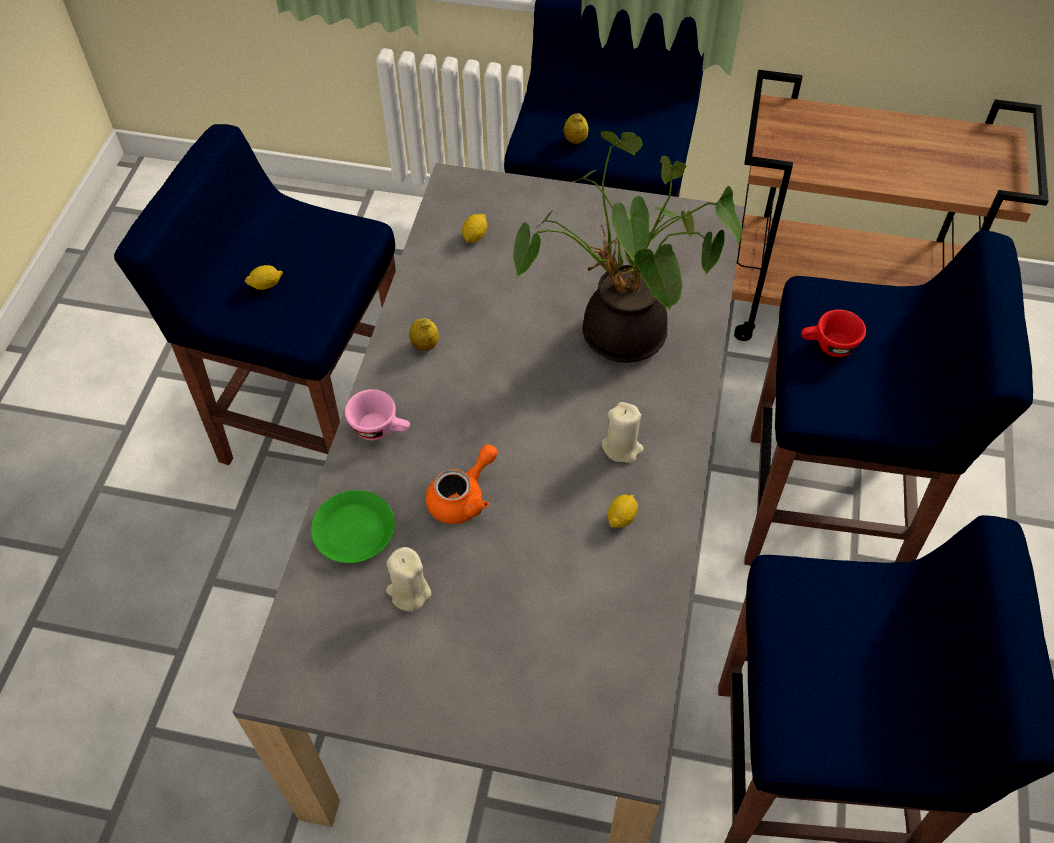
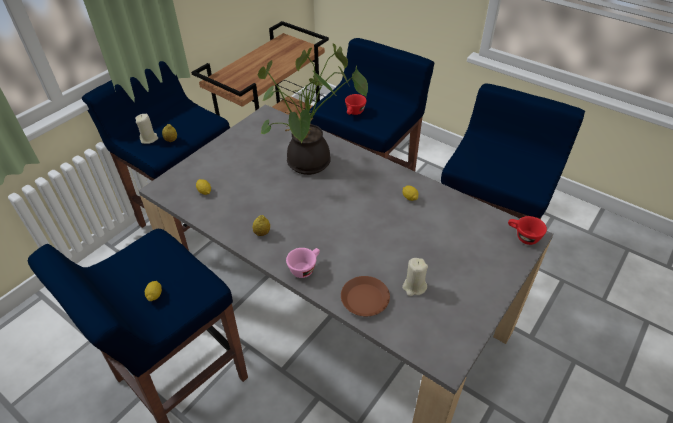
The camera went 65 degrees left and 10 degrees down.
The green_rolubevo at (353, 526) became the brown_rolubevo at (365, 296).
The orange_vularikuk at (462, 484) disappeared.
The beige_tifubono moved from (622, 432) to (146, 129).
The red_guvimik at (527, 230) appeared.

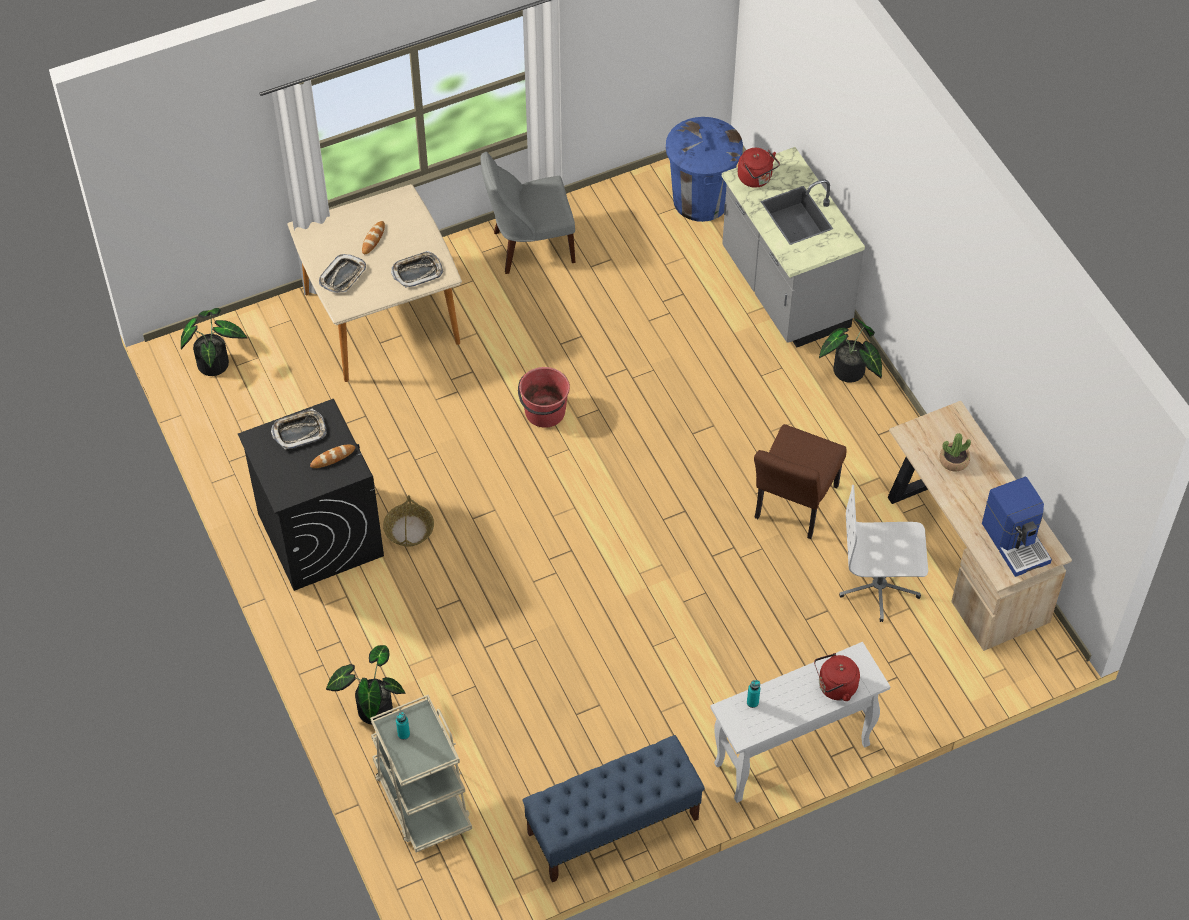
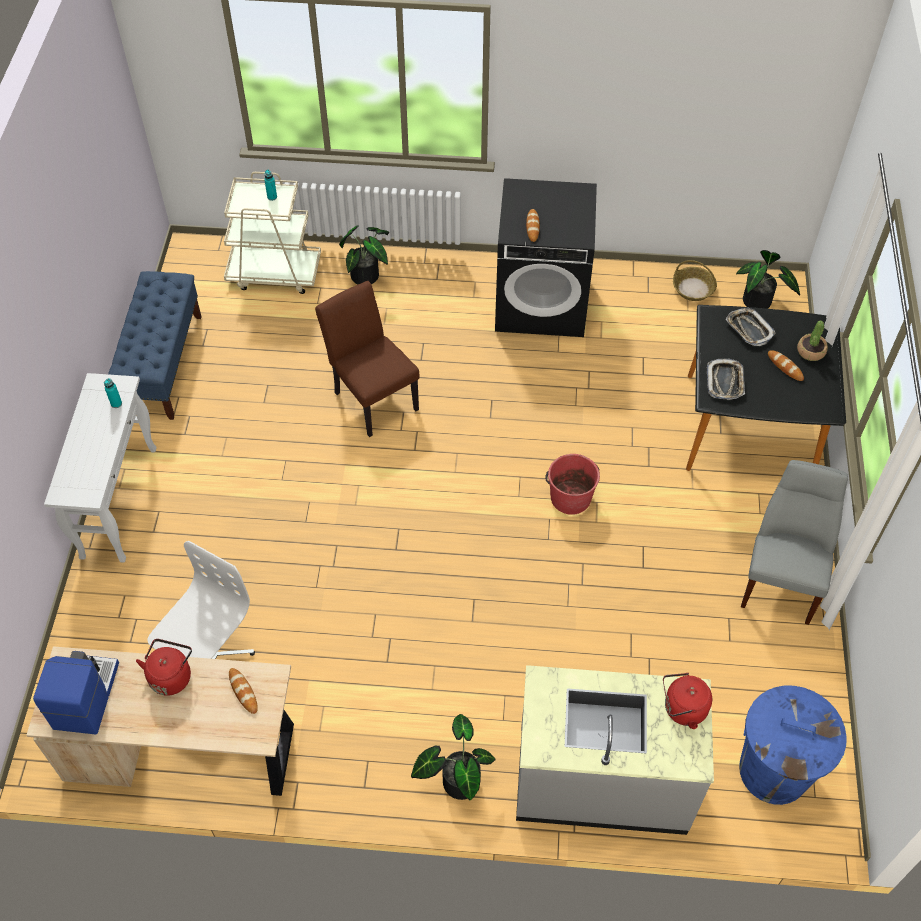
The camera went 120 degrees right and 0 degrees up.
The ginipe at (299, 429) disappeared.
The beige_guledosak at (374, 283) became the black_guledosak at (766, 388).
The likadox moved from (408, 521) to (695, 280).
The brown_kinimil moved from (800, 481) to (367, 359).
The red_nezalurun moved from (837, 677) to (164, 667).
The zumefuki moved from (955, 452) to (812, 340).
The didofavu at (1017, 527) turned 90 degrees clockwise.
The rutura at (243, 691) appeared.

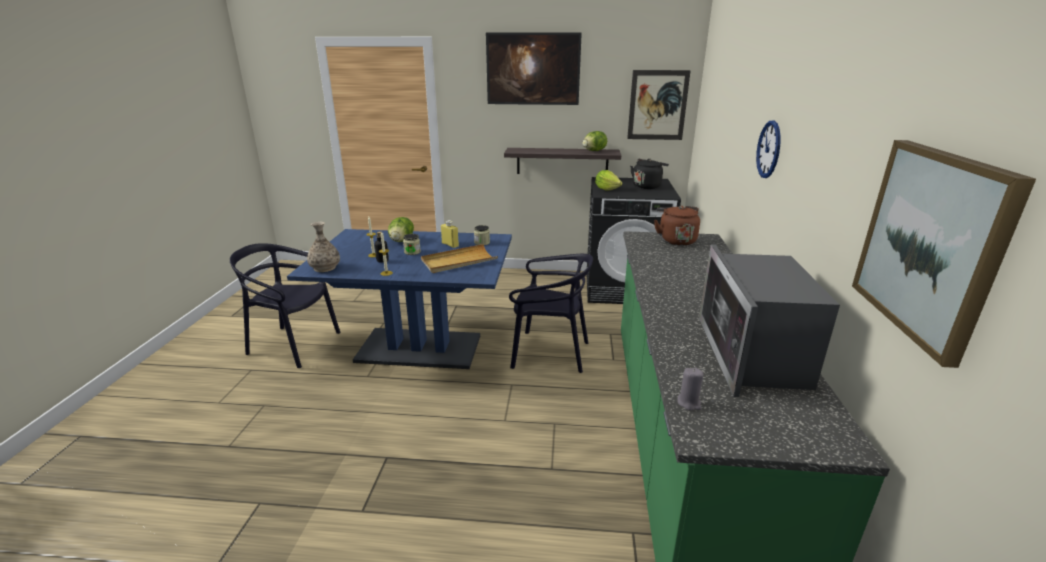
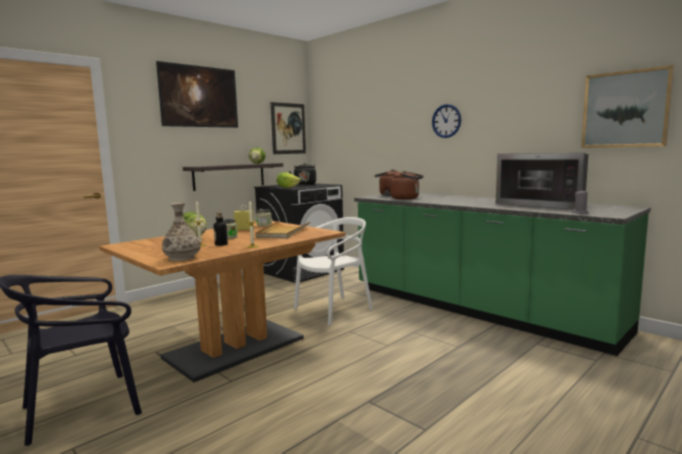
The camera went 50 degrees left and 15 degrees down.
The blue_guledosak at (399, 299) became the brown_guledosak at (222, 301).
The black_kinimil at (551, 313) became the white_kinimil at (333, 271).
The brown_nezalurun at (407, 185) appeared.

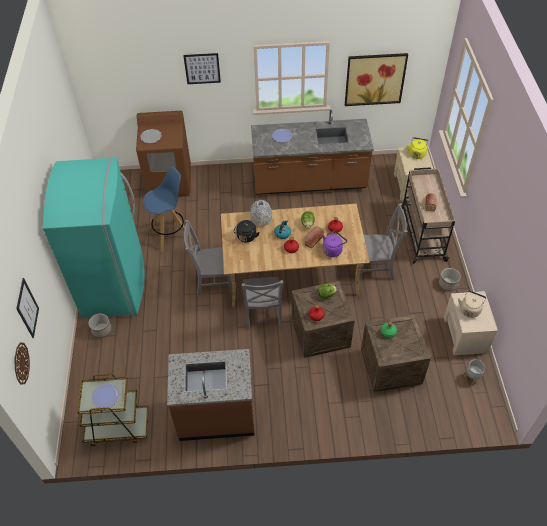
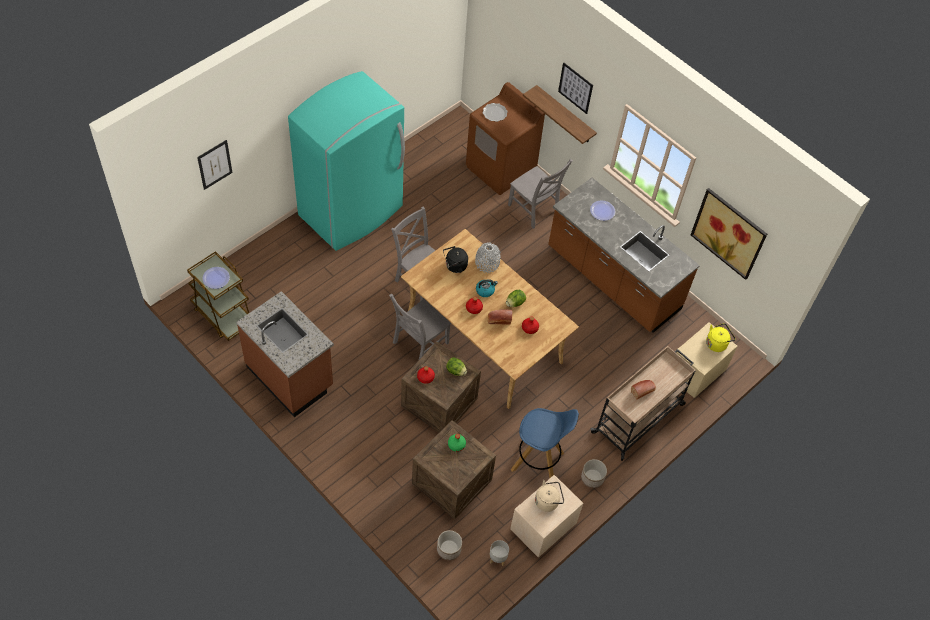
The camera went 45 degrees right and 5 degrees up.
The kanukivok at (22, 364) disappeared.
The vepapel moved from (100, 326) to (449, 545).
The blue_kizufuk moved from (167, 209) to (545, 443).
The purple_nezalurun at (335, 243) disappeared.
The grey_kinimil moved from (383, 241) to (540, 194).
The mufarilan at (560, 114) appeared.

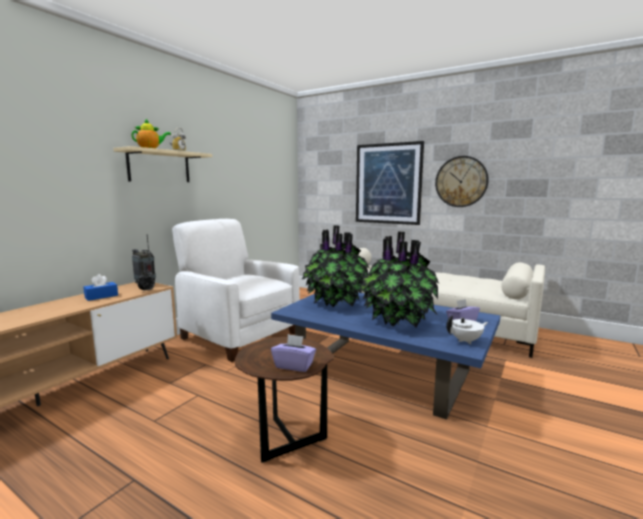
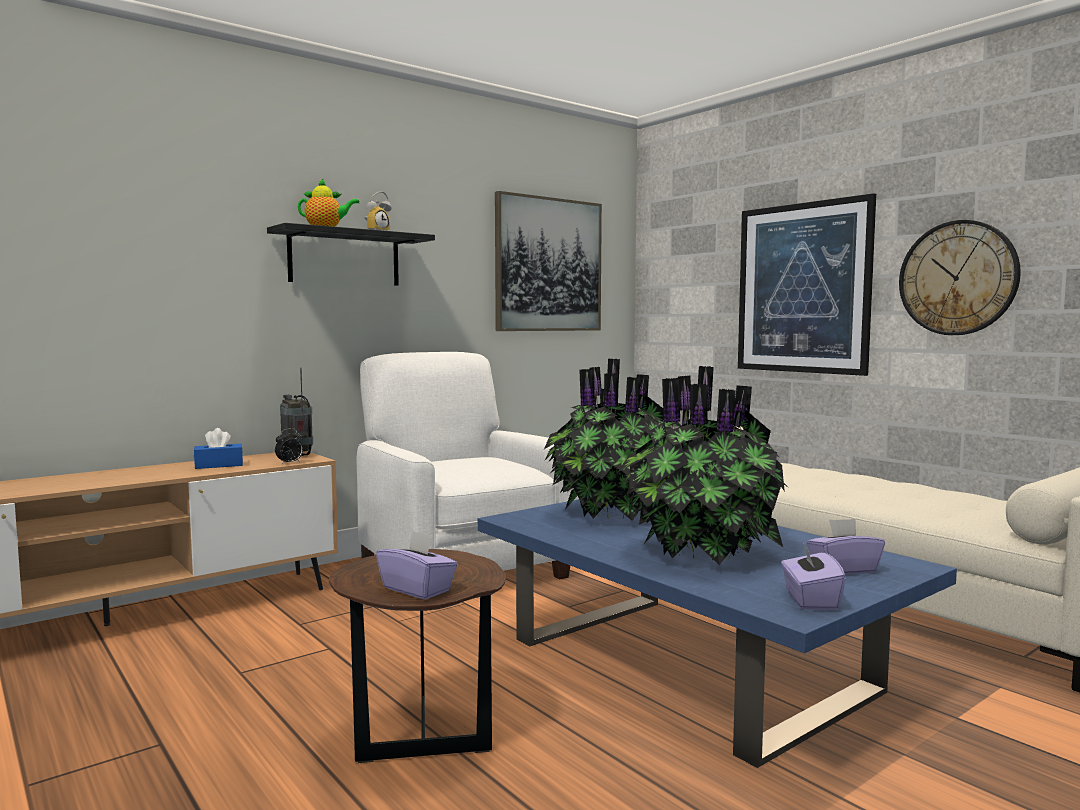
The camera went 20 degrees right and 5 degrees down.
The beige_mufarilan at (162, 164) became the black_mufarilan at (351, 254).
The white_vularikuk at (467, 329) was replaced by the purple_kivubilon at (813, 576).
The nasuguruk at (548, 261) appeared.

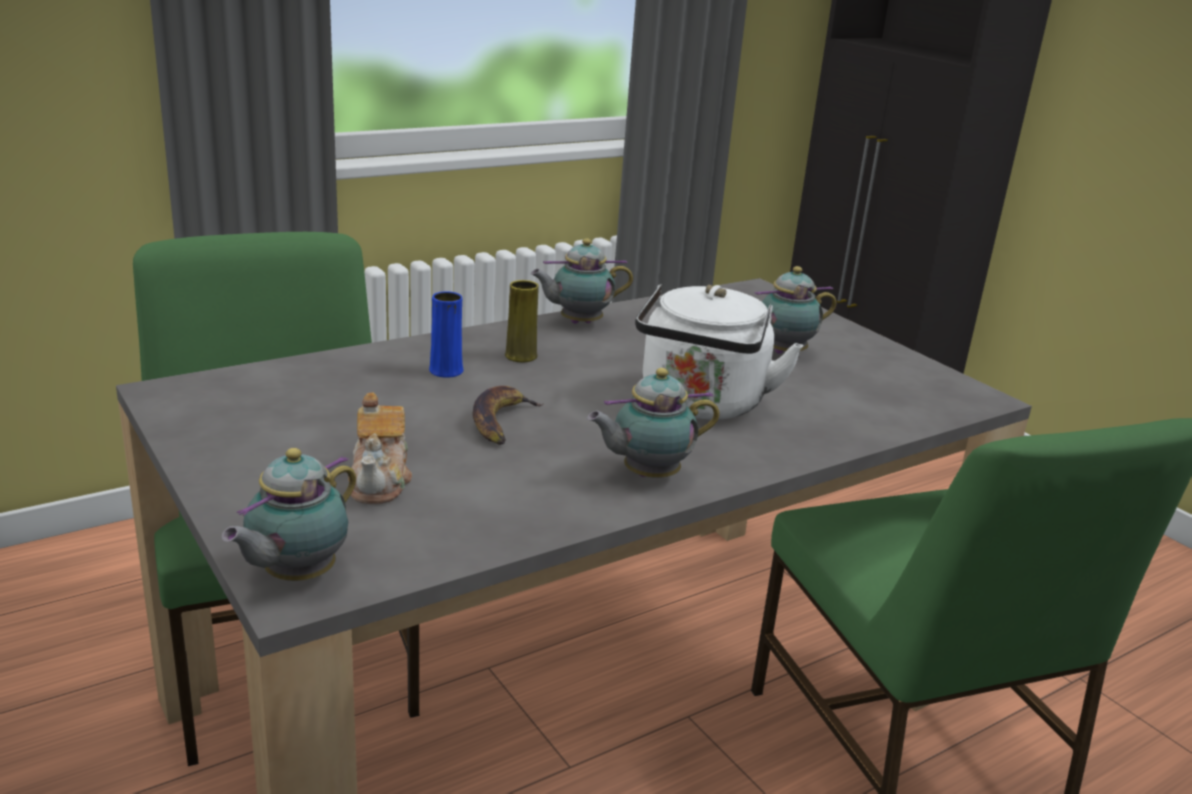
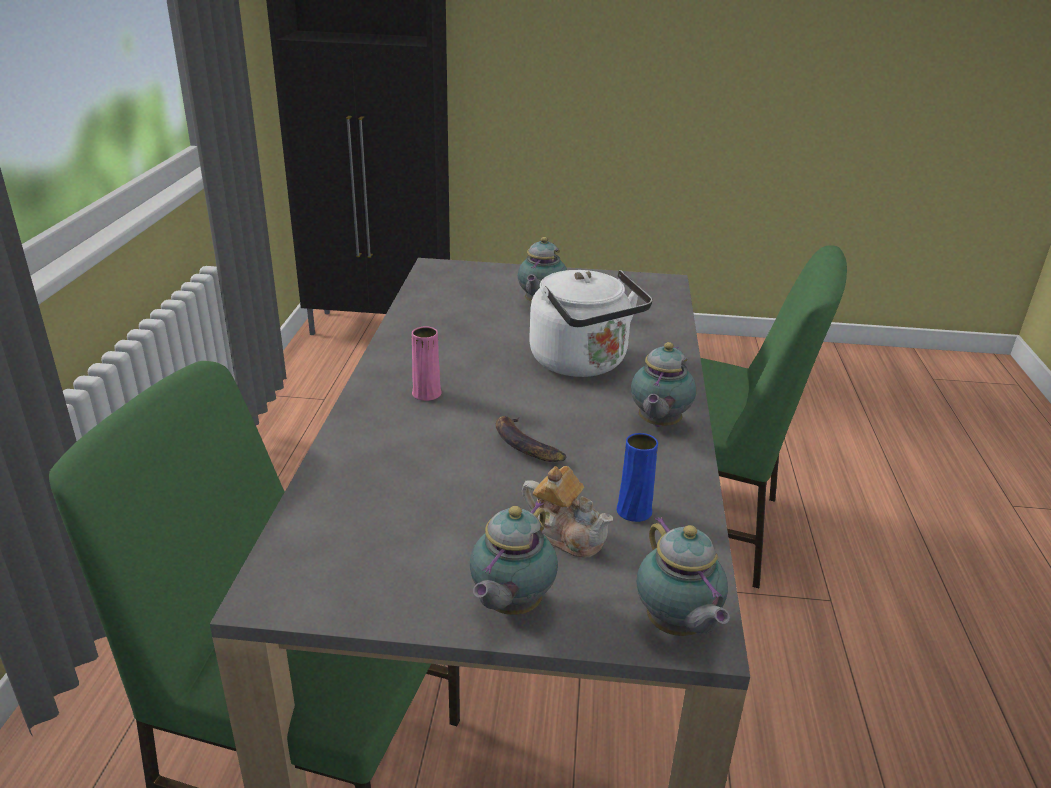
The camera went 50 degrees left and 5 degrees up.
The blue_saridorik moved from (446, 334) to (637, 477).
The yellow_saridorik at (522, 321) became the pink_saridorik at (427, 364).
The vularikuk moved from (581, 281) to (514, 558).

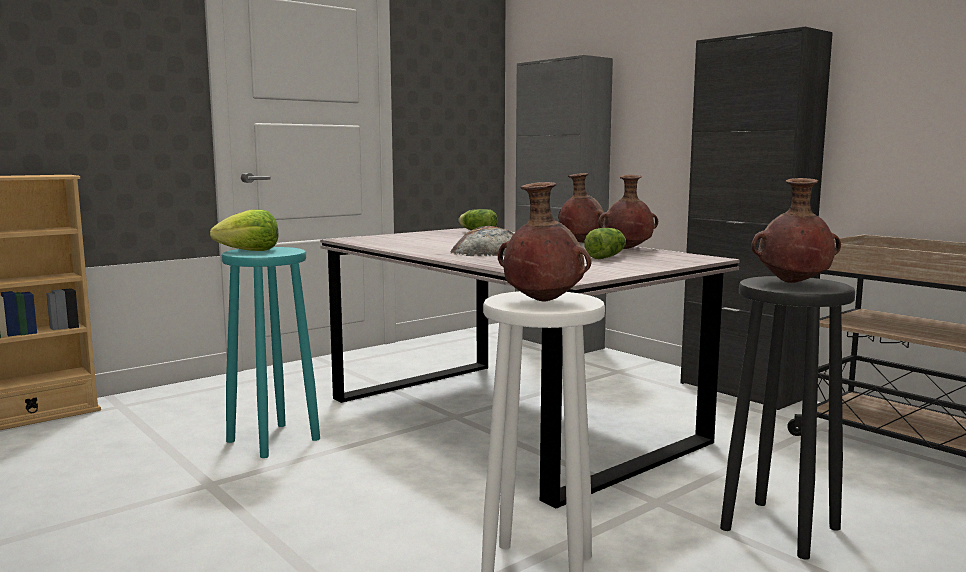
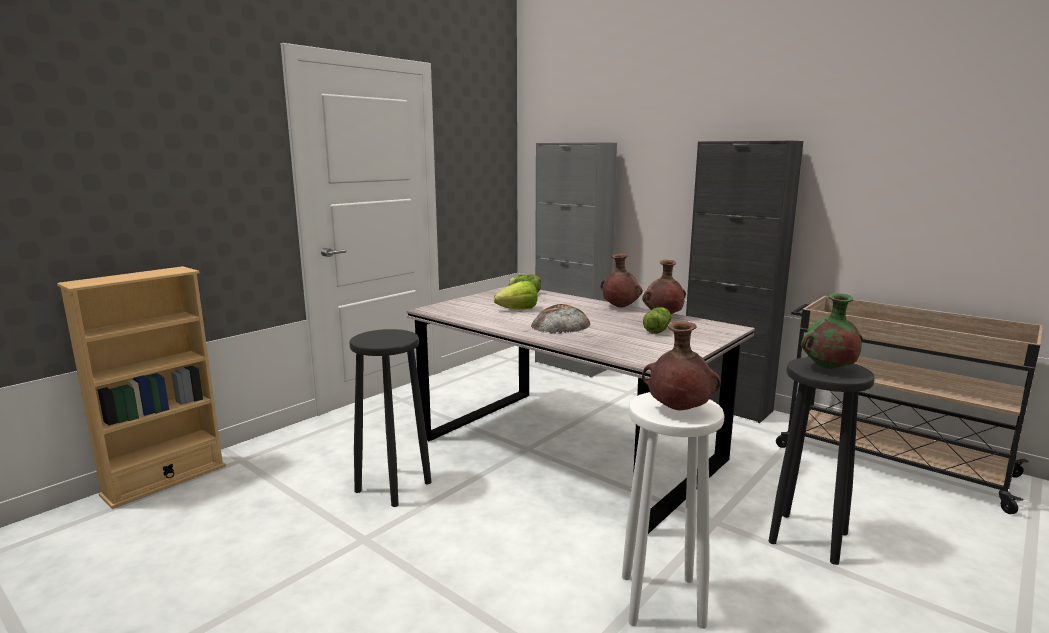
The camera went 10 degrees left and 5 degrees up.
The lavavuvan moved from (244, 230) to (516, 295).
The turquoise_kizufuk at (271, 352) became the black_kizufuk at (390, 418).
The brown_saridorik at (796, 230) became the green_saridorik at (832, 331).

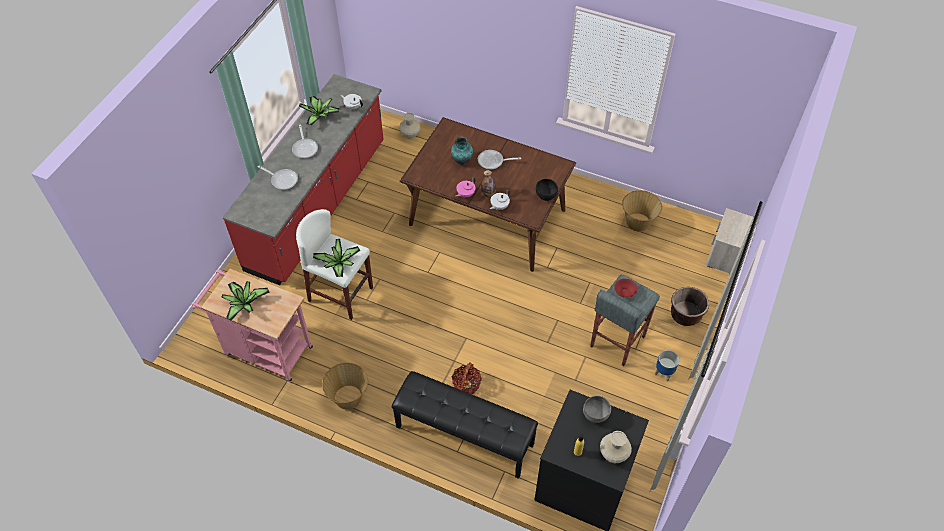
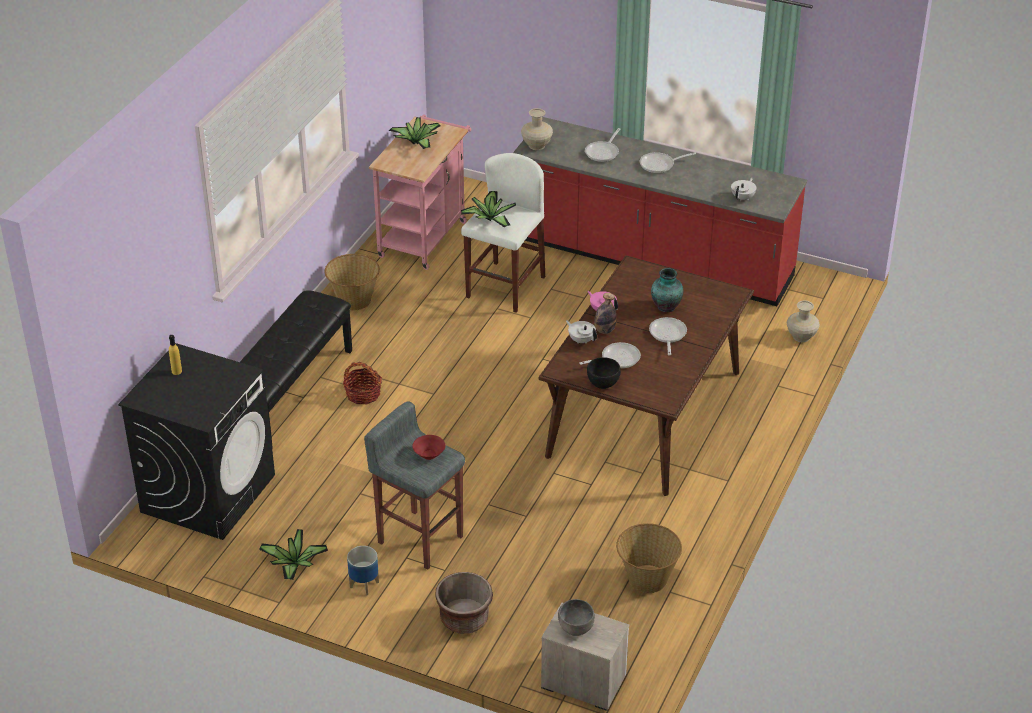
The camera went 90 degrees right and 15 degrees down.
The zumefuki moved from (319, 110) to (293, 554).
The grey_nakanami moved from (597, 409) to (576, 617).
The beige_saridorik moved from (616, 447) to (537, 129).
The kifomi at (610, 355) appeared.

